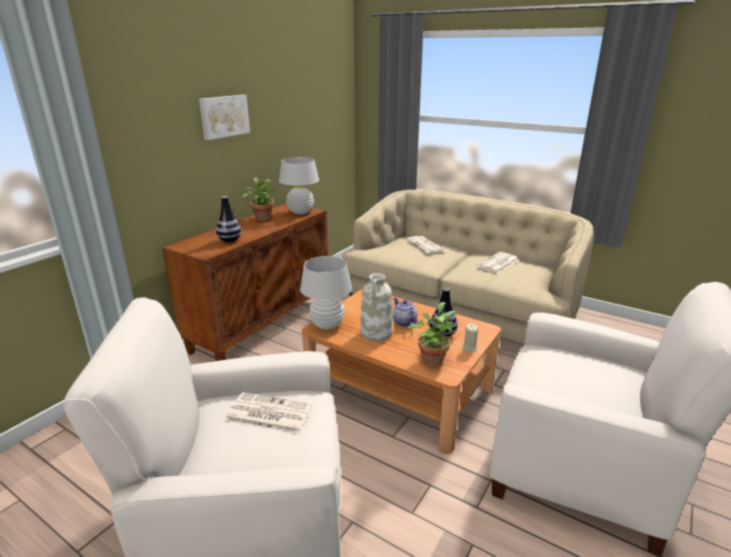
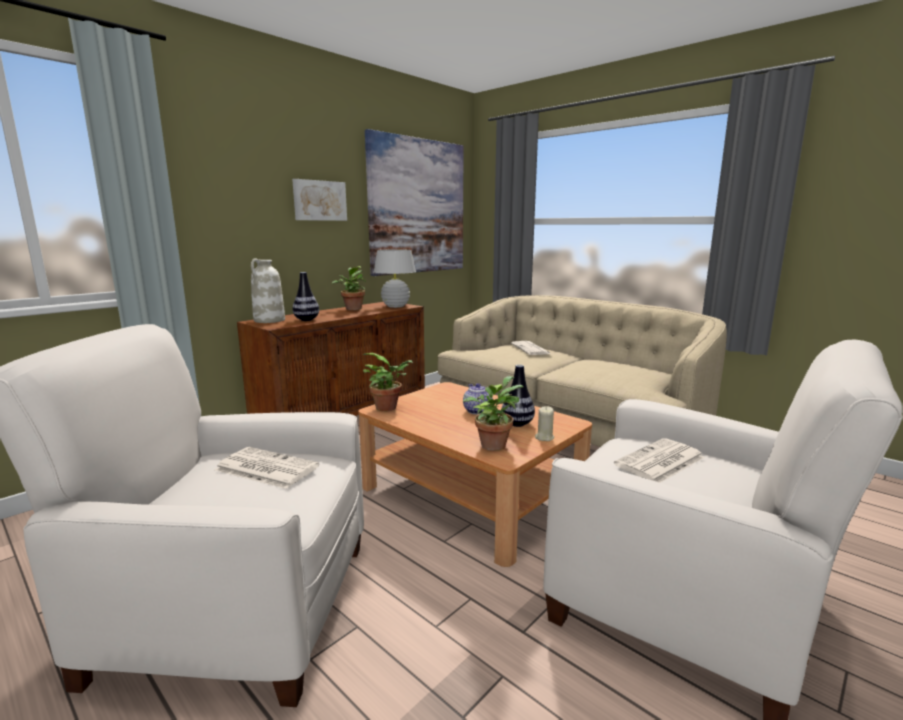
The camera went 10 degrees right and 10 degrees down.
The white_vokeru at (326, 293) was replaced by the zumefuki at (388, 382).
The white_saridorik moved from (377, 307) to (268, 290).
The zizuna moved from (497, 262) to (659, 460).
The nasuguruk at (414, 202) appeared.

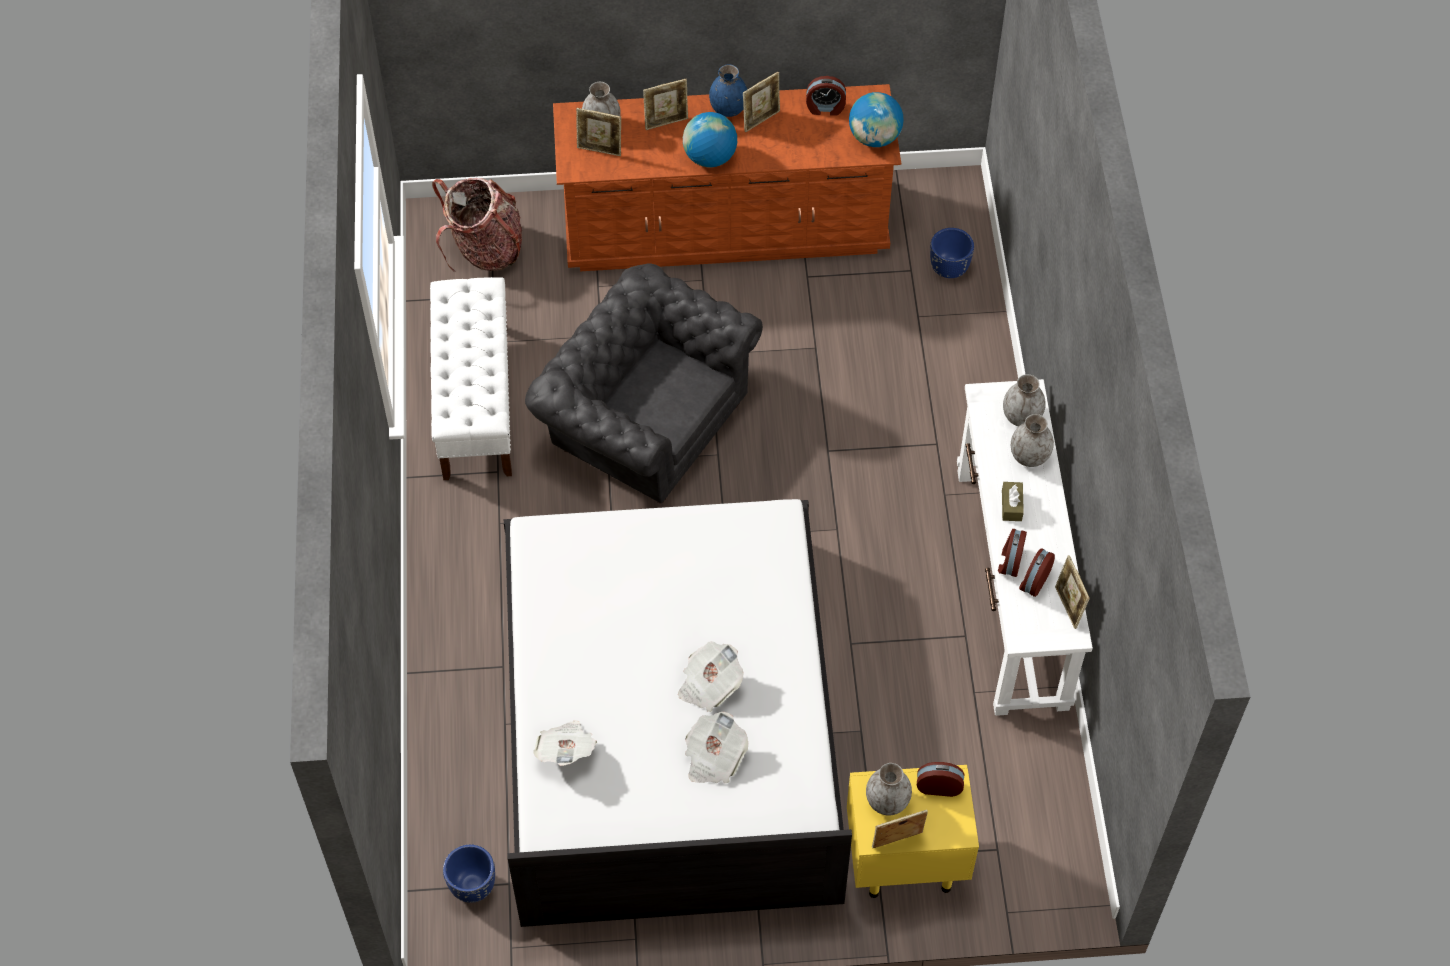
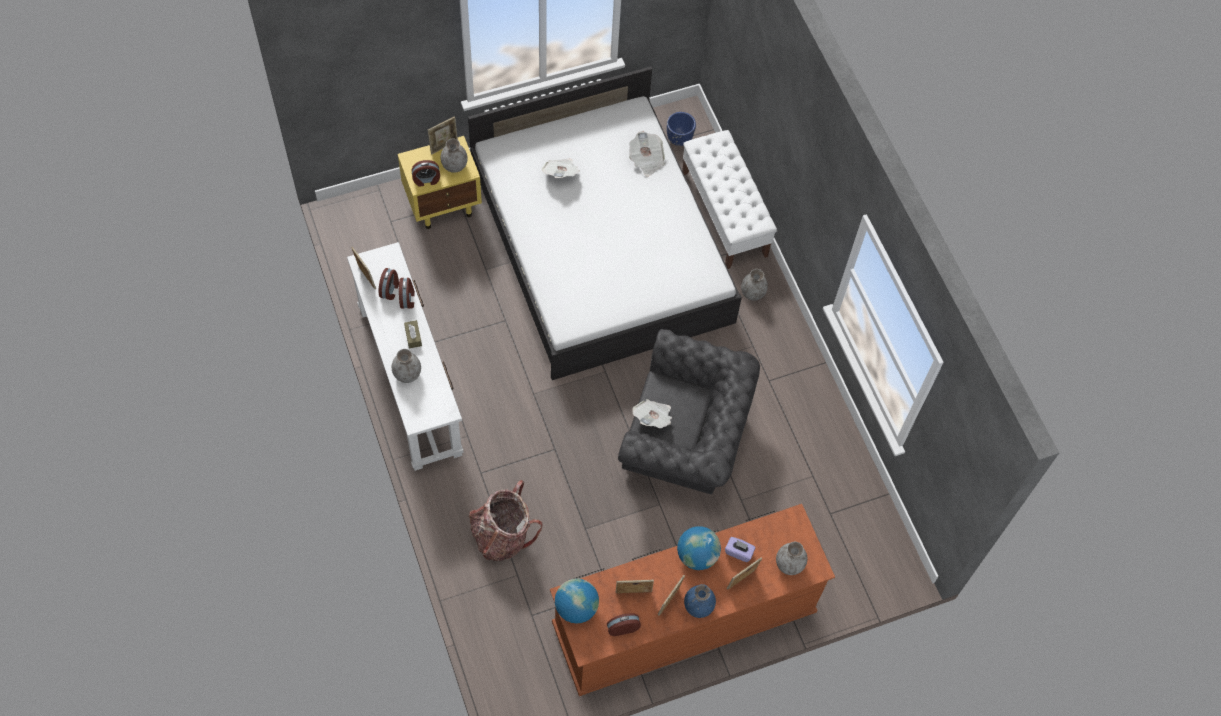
The camera went 160 degrees right and 5 degrees up.
The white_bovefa moved from (471, 378) to (729, 199).
The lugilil moved from (477, 224) to (505, 520).
The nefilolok moved from (598, 132) to (635, 586).
The zizuna moved from (710, 676) to (652, 413).
The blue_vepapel at (952, 253) disappeared.
The grey_saridorik moved from (1024, 400) to (754, 285).
The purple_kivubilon at (740, 549) appeared.

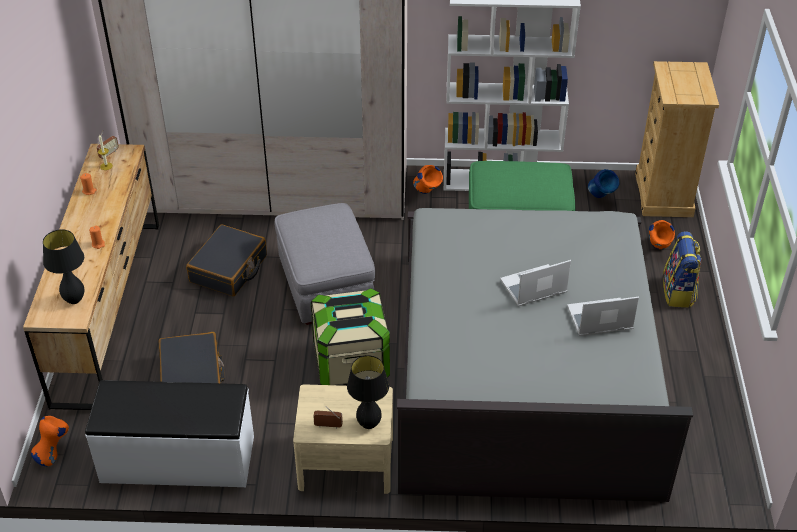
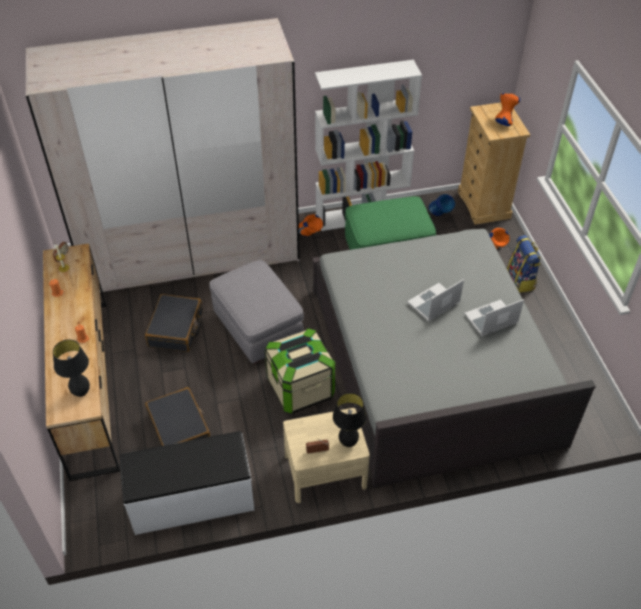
The camera went 15 degrees left and 5 degrees up.
The orange_saridorik moved from (50, 441) to (507, 109).

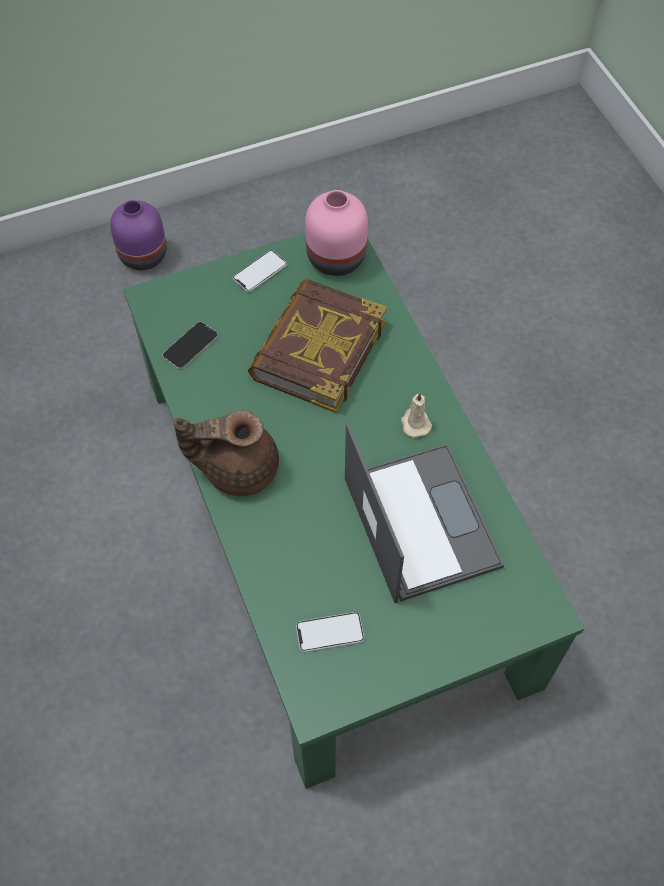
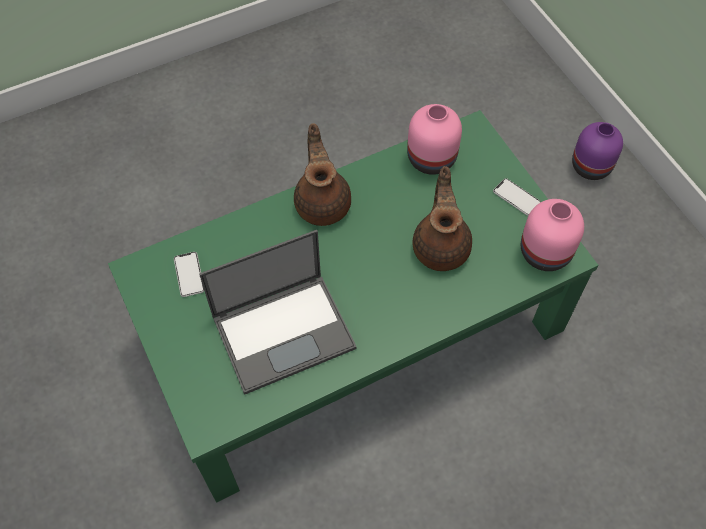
The camera went 85 degrees right and 0 degrees up.
The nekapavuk at (190, 345) was replaced by the pink_saridorik at (434, 139).
The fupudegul at (317, 346) was replaced by the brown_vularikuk at (442, 218).
The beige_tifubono at (416, 415) disappeared.

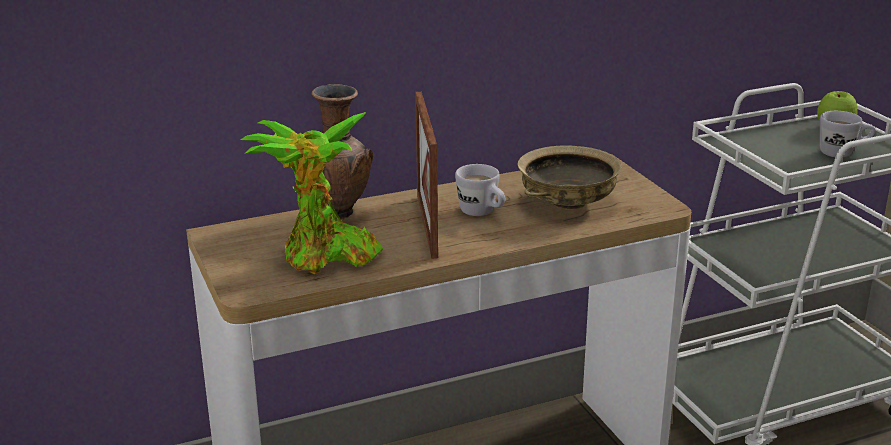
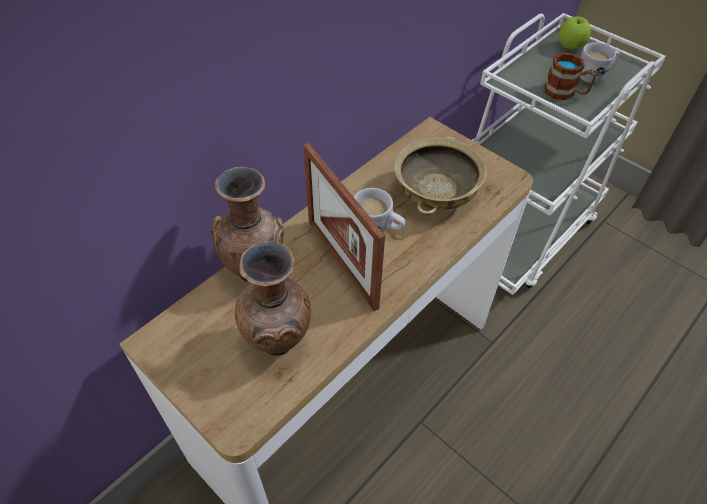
The camera went 25 degrees left and 25 degrees up.
The zumefuki at (312, 193) was replaced by the brown_saridorik at (273, 298).
The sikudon at (570, 76) appeared.

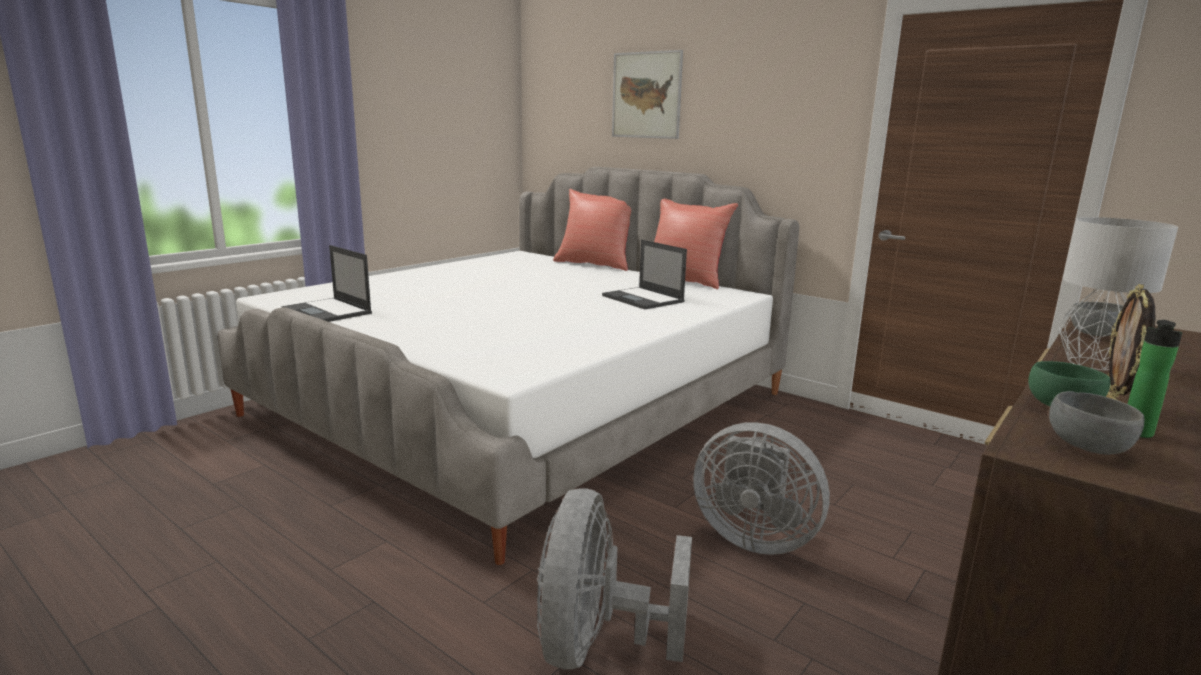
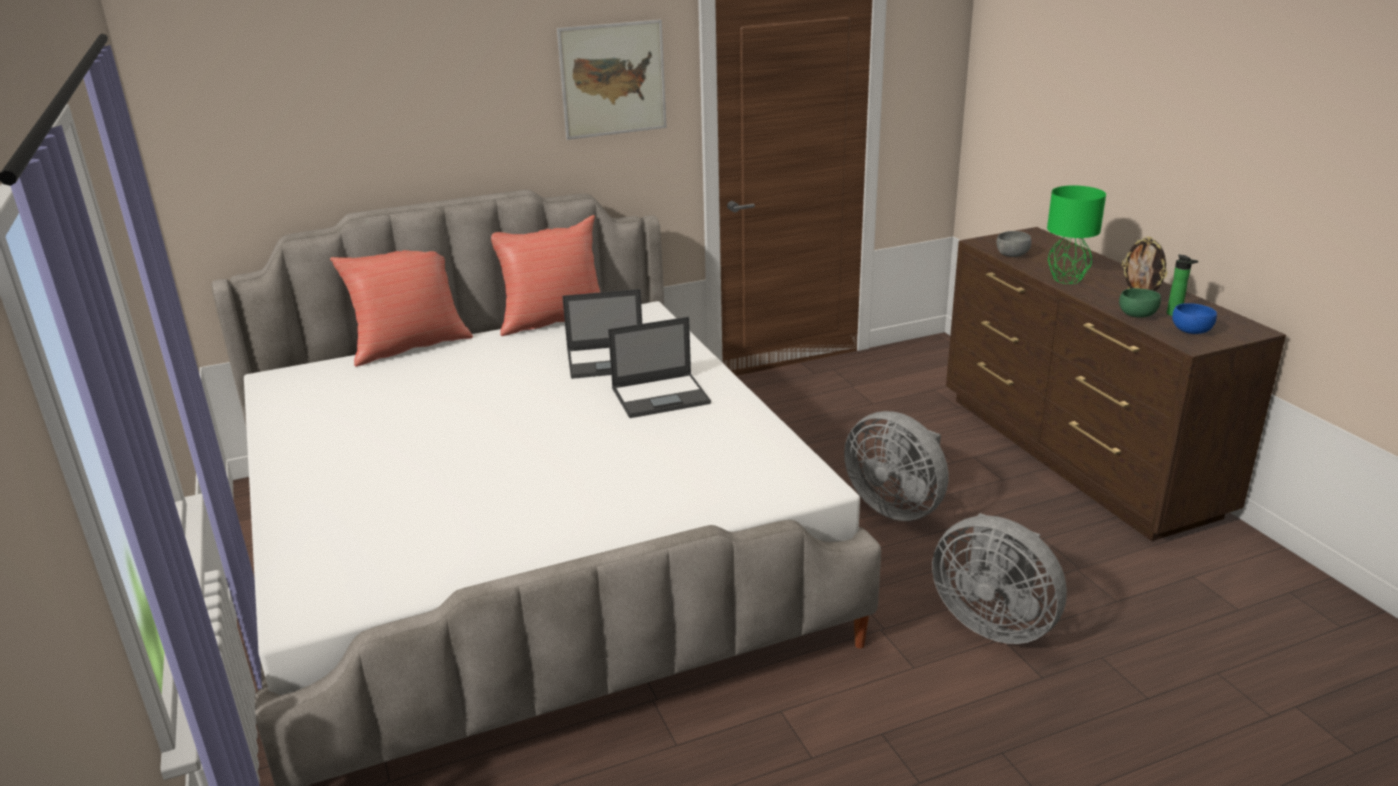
The camera went 60 degrees left and 10 degrees up.
The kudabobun moved from (326, 283) to (659, 367).
The nasuguruk moved from (647, 94) to (612, 80).
The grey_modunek at (761, 488) turned 75 degrees clockwise.
The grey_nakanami at (1097, 423) became the blue_nakanami at (1194, 318).
The grey_vokeru at (1118, 293) became the green_vokeru at (1076, 234).

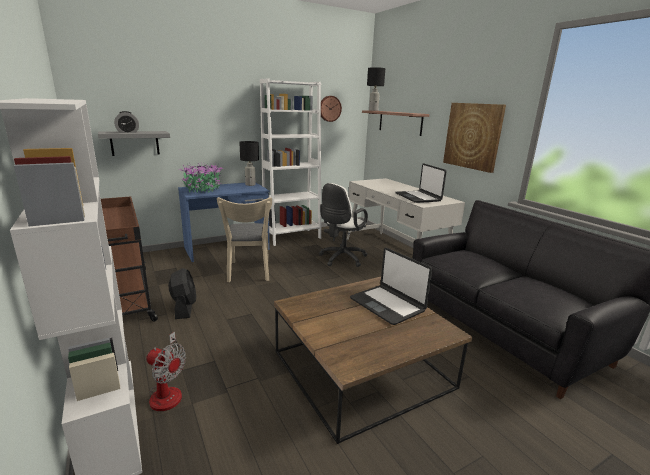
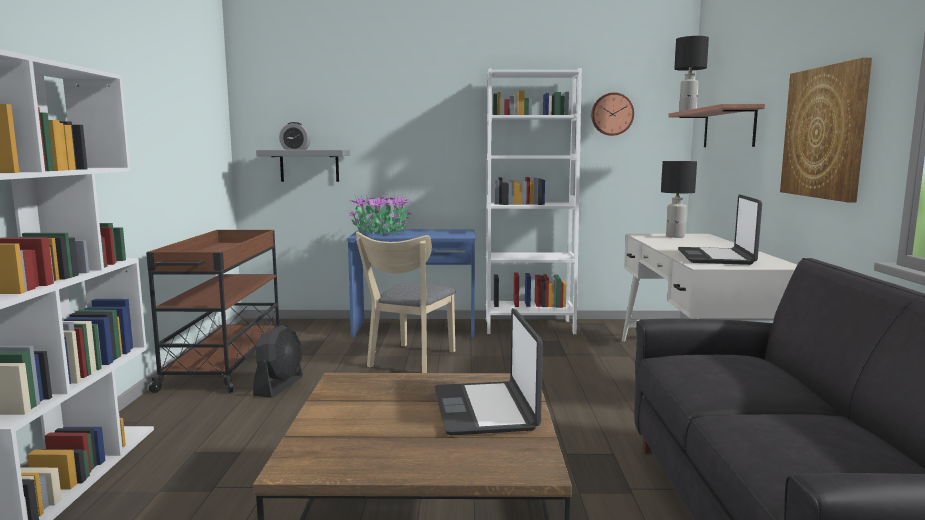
The camera went 30 degrees right and 10 degrees down.
The modunek at (166, 371) disappeared.
The black_vokeru moved from (249, 163) to (679, 199).
The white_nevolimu at (343, 225) disappeared.

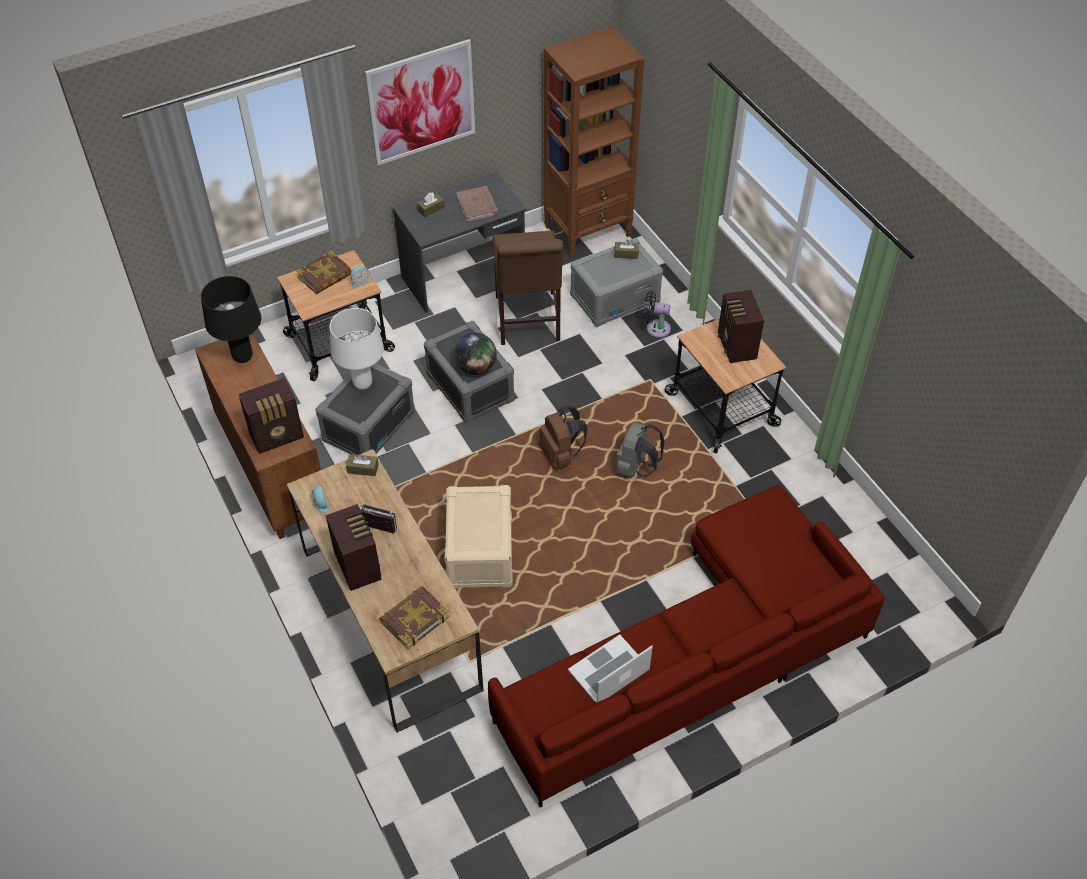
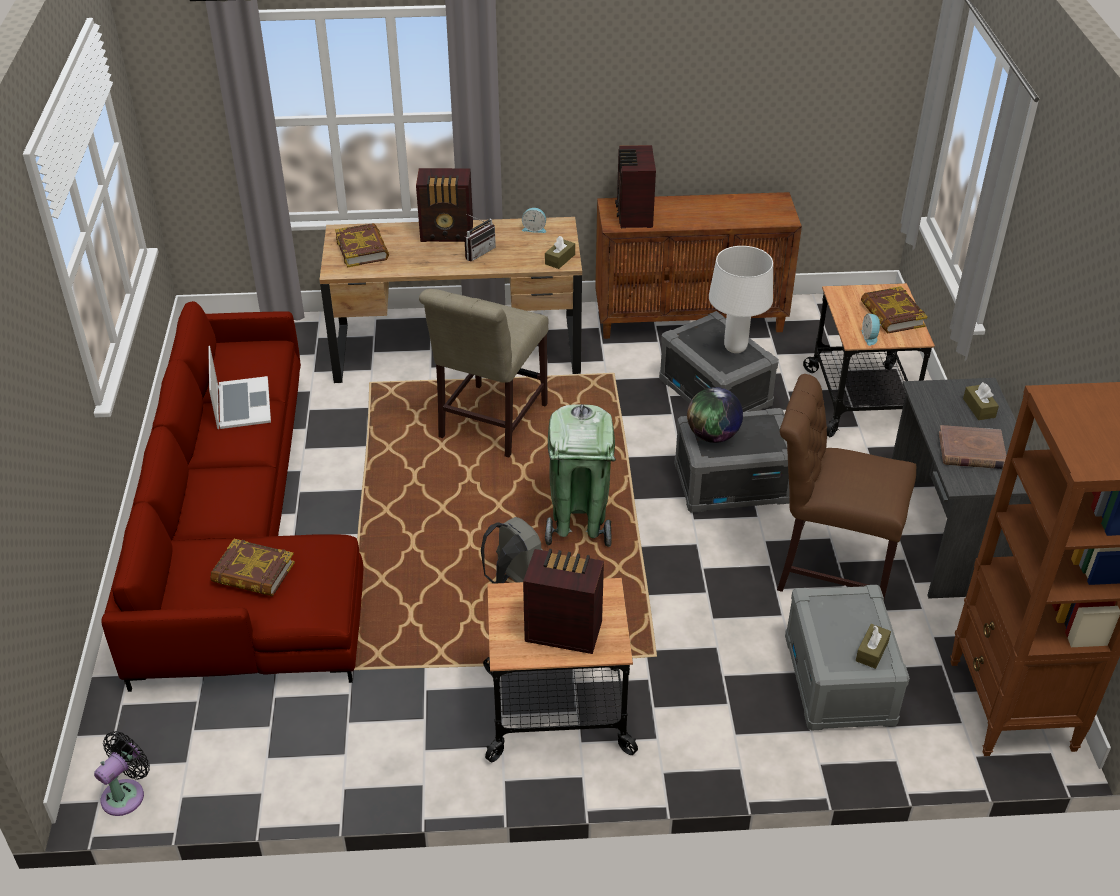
The camera went 115 degrees right and 10 degrees down.
The black_vokeru at (231, 319) disappeared.
The nasuguruk at (420, 102) disappeared.
The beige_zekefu at (479, 536) was replaced by the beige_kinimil at (484, 373).
The brown_lugilil at (563, 437) was replaced by the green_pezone at (580, 475).
The black_modunek moved from (657, 314) to (122, 773).
The fupudegul at (253, 567) appeared.

